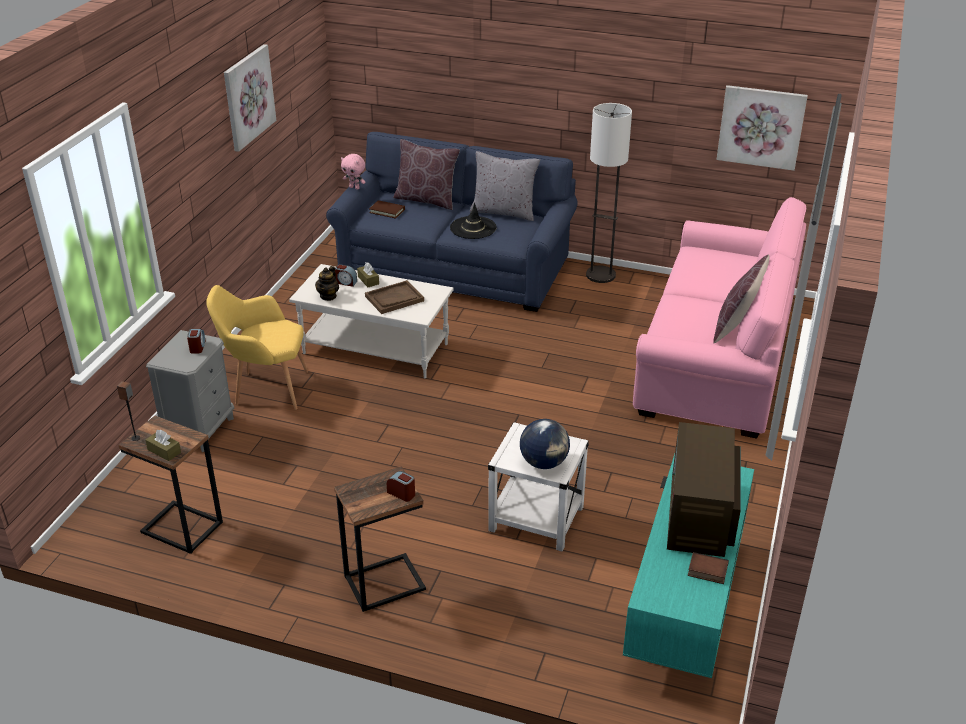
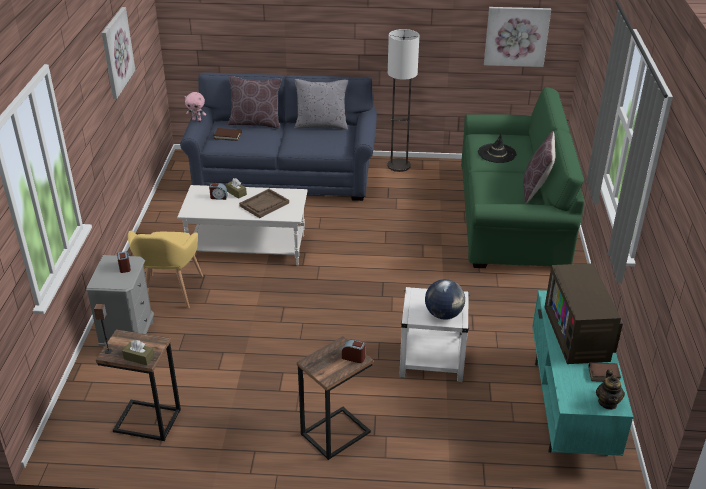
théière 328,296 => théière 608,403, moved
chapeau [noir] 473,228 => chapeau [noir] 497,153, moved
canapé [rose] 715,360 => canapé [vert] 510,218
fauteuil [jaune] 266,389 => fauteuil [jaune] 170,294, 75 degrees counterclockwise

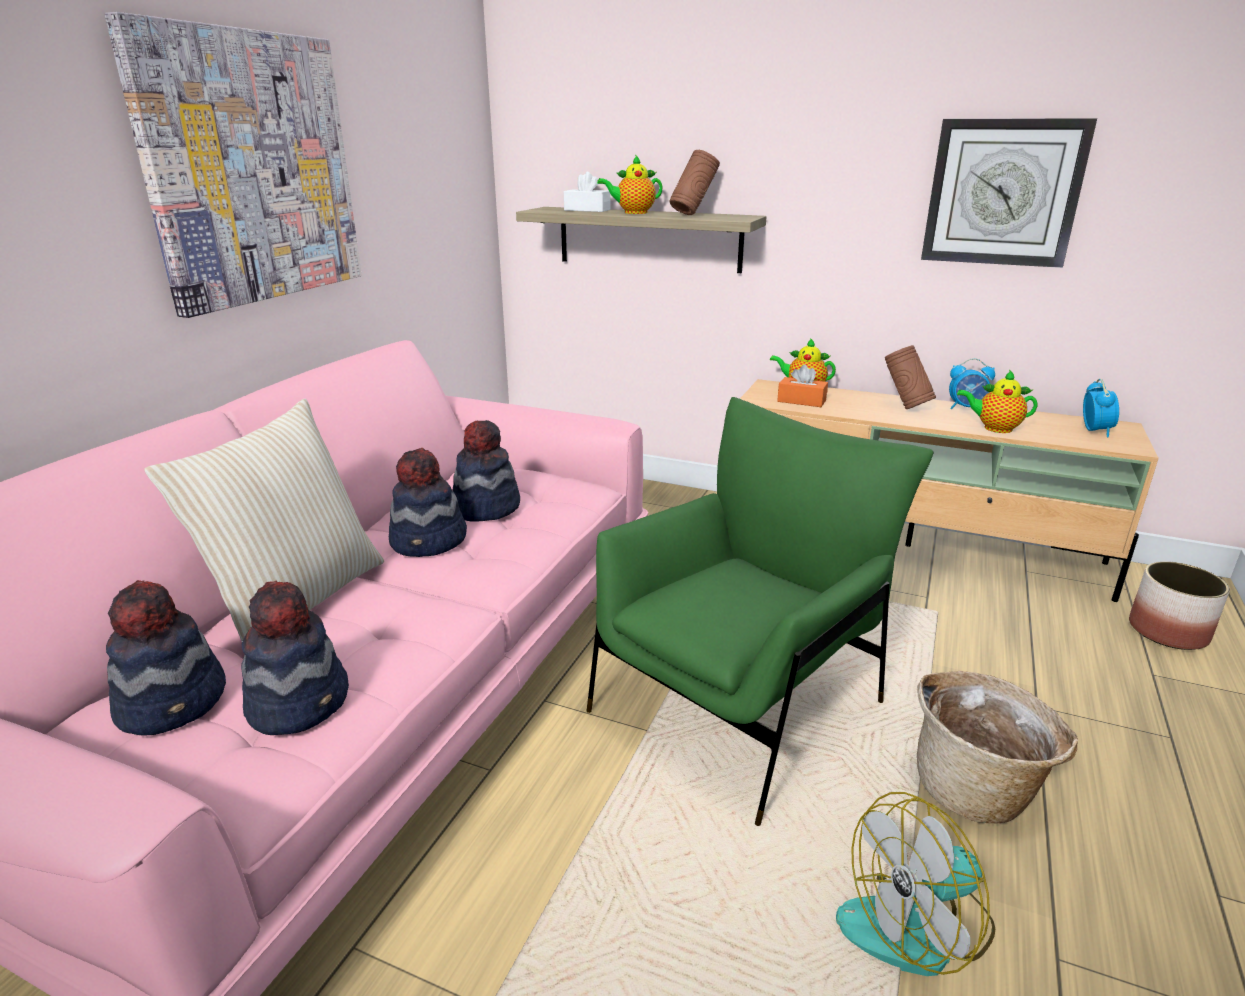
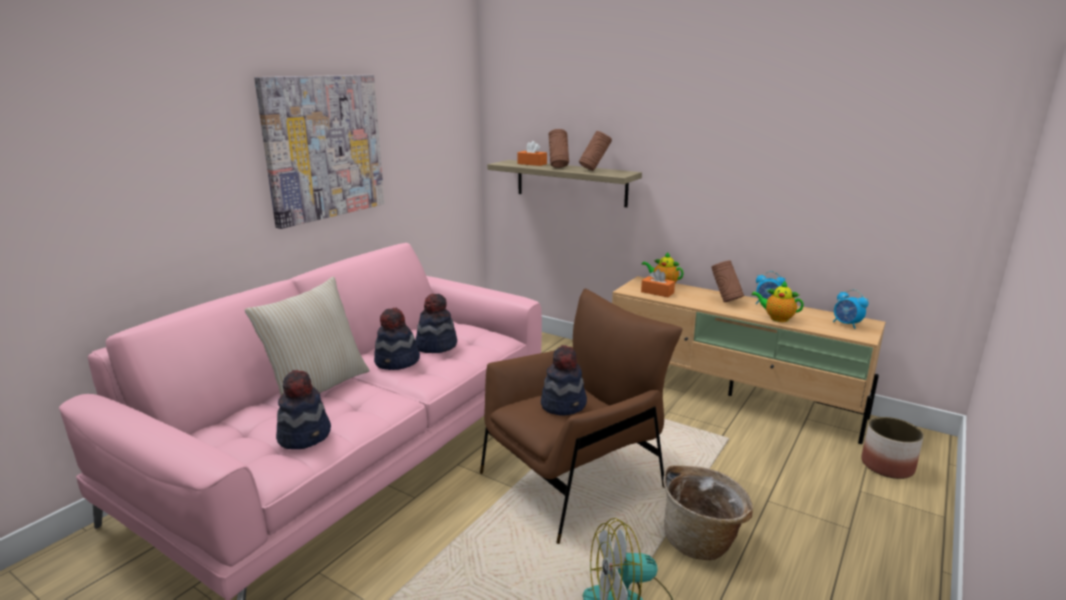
horloge murale 1003,193 => nothing
chapeau 174,702 => chapeau 564,404, moved
théière 633,212 => vase [marron] 558,167
boîte à mouchoirs [blanc] 587,210 => boîte à mouchoirs [orange] 532,164
fauteuil [vert] 738,705 => fauteuil [marron] 573,479
réveil 1094,431 => réveil 846,324, 120 degrees clockwise

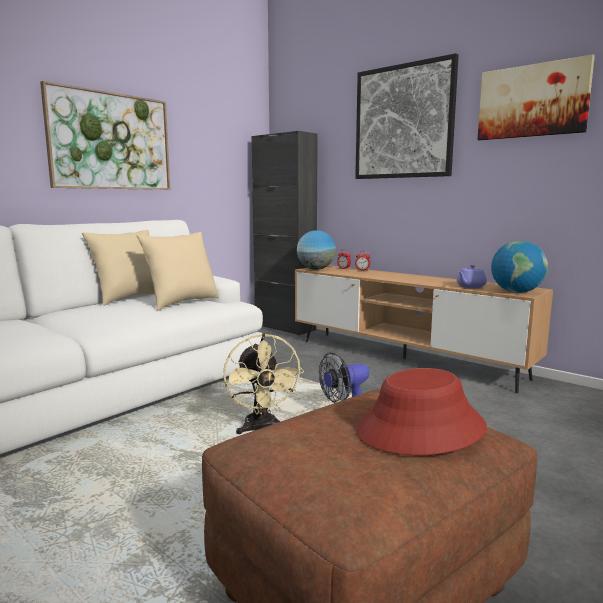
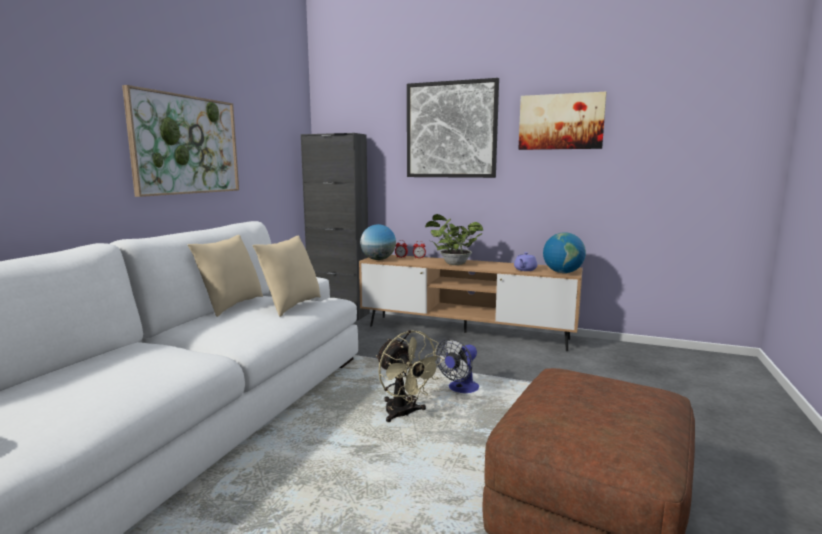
chapeau [rouge] 421,429 => nothing
nothing => plante en pot 453,263

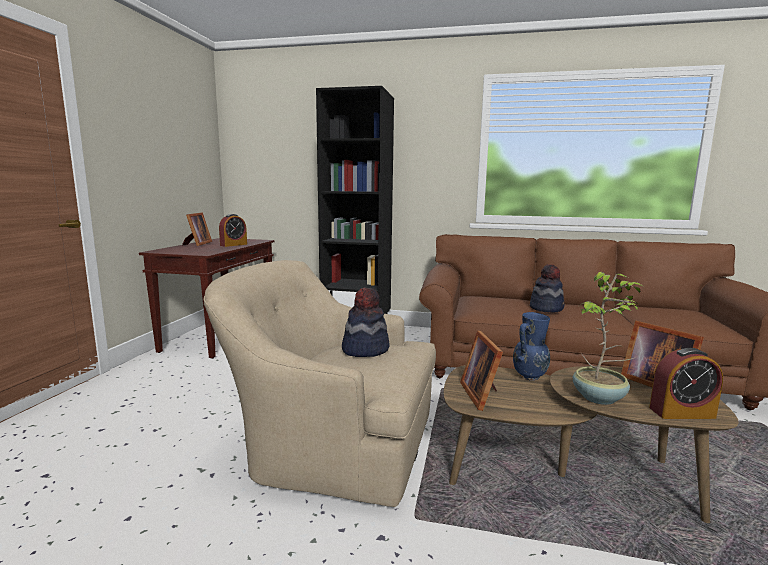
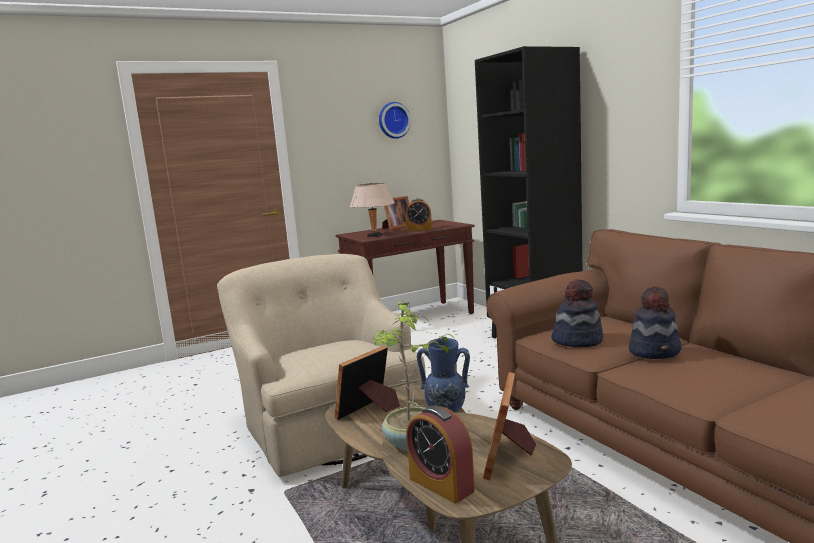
nothing => lampe de table [beige] 375,235
nothing => horloge murale 393,120
chapeau 365,349 => chapeau 577,340, moved

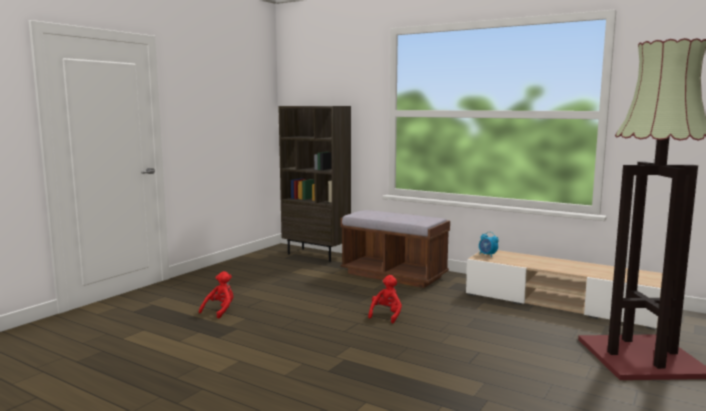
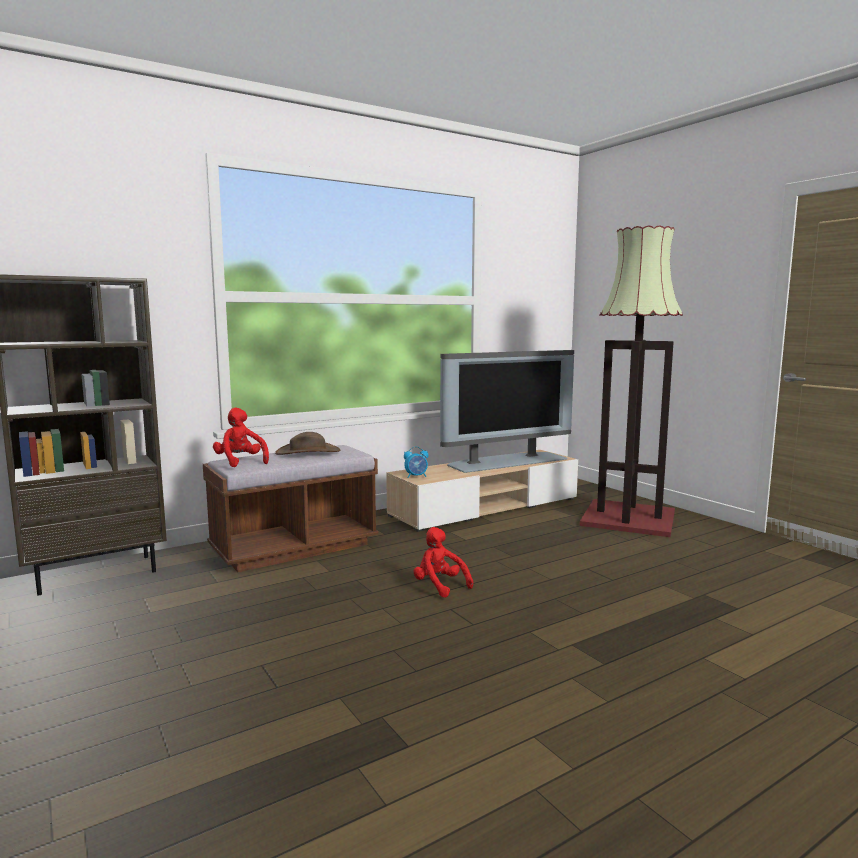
nothing => chapeau [marron] 308,452
nothing => téléviseur 506,461
peluche [rouge] 220,310 => peluche [rouge] 240,462, moved

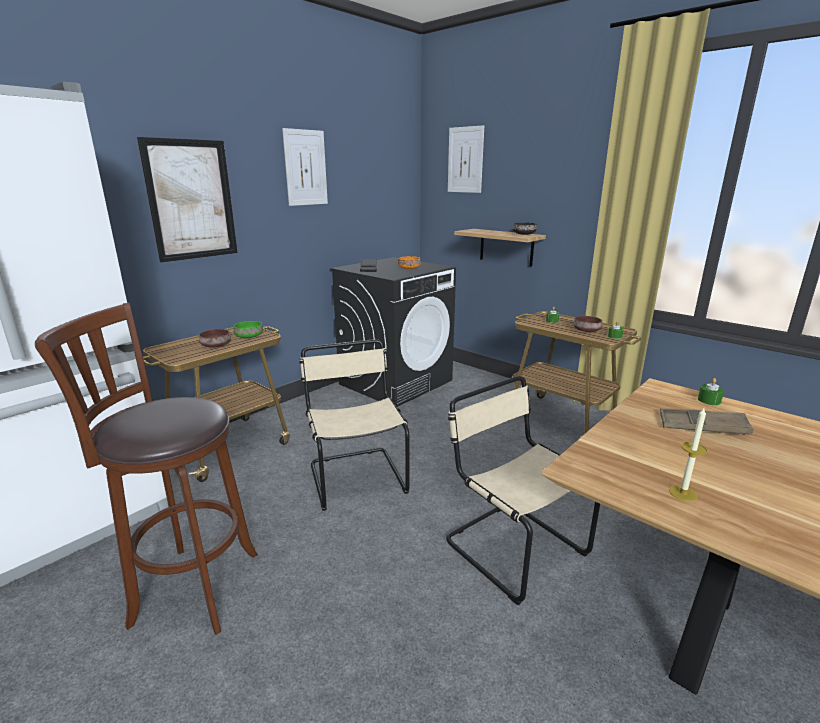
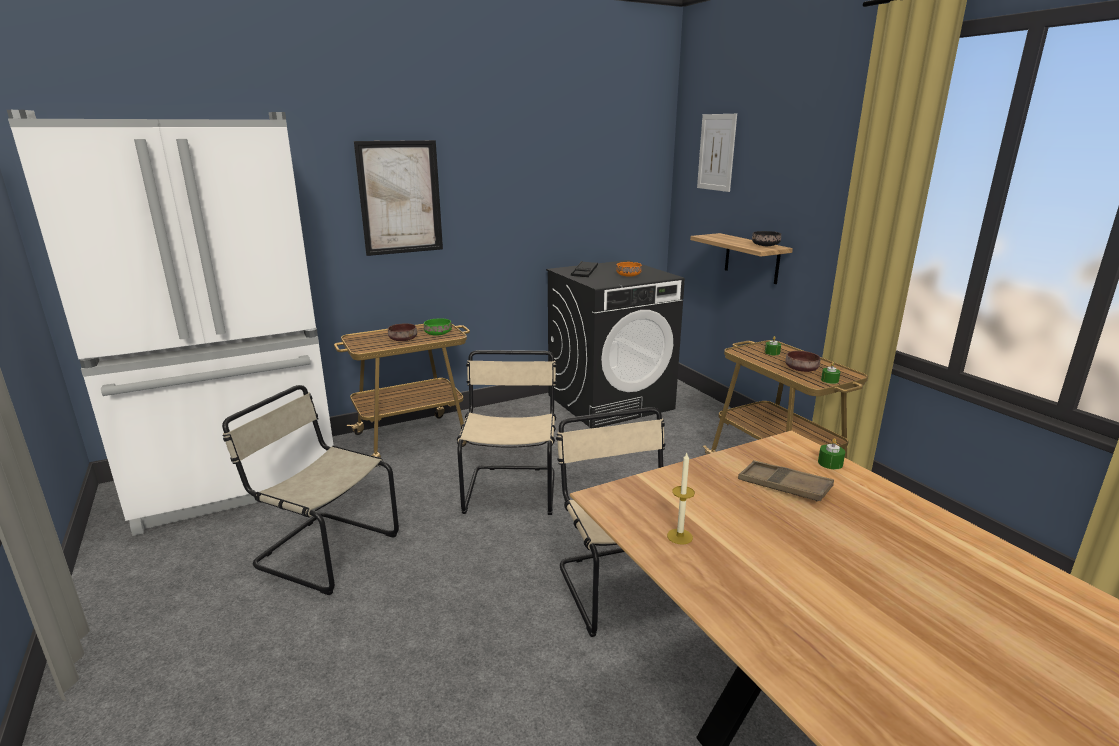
tableau 305,168 => nothing
tabouret [marron] 189,587 => chaise [beige] 323,550

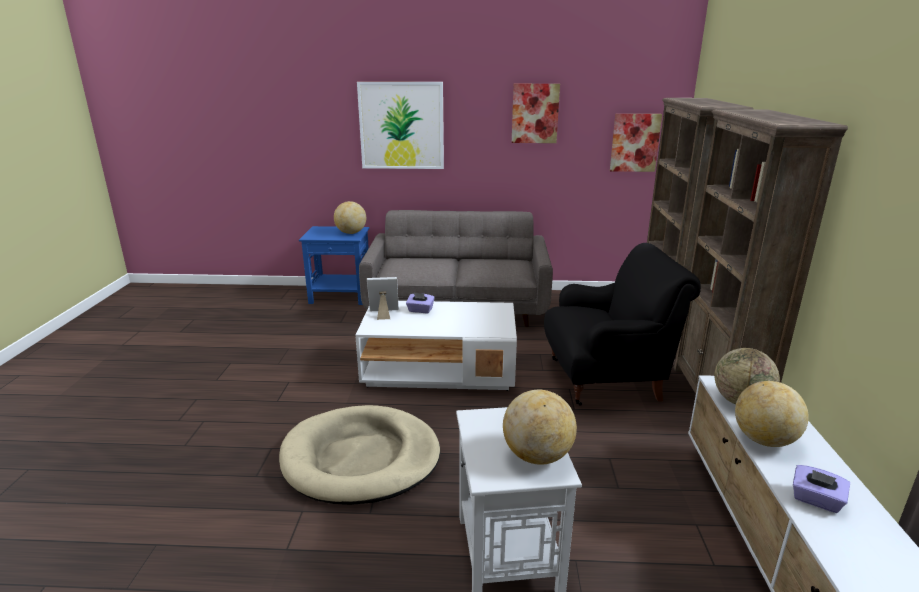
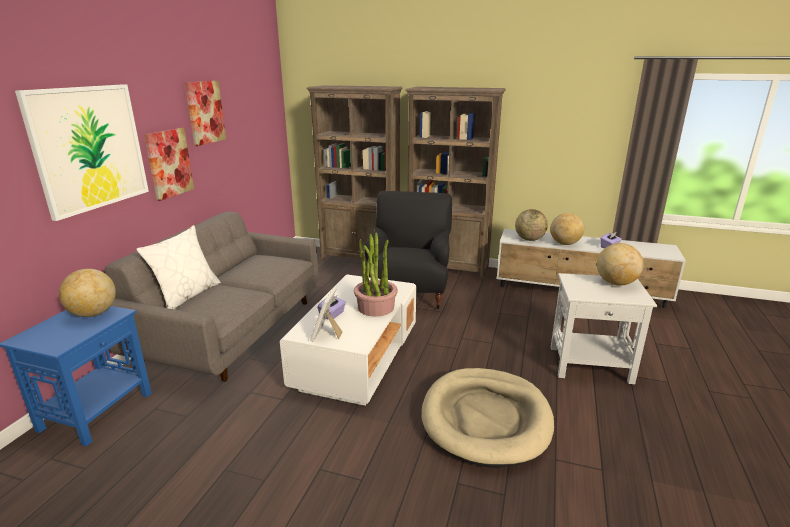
nothing => coussin [blanc] 187,295
nothing => plante en pot 375,308
tableau 635,142 => tableau 169,163, moved

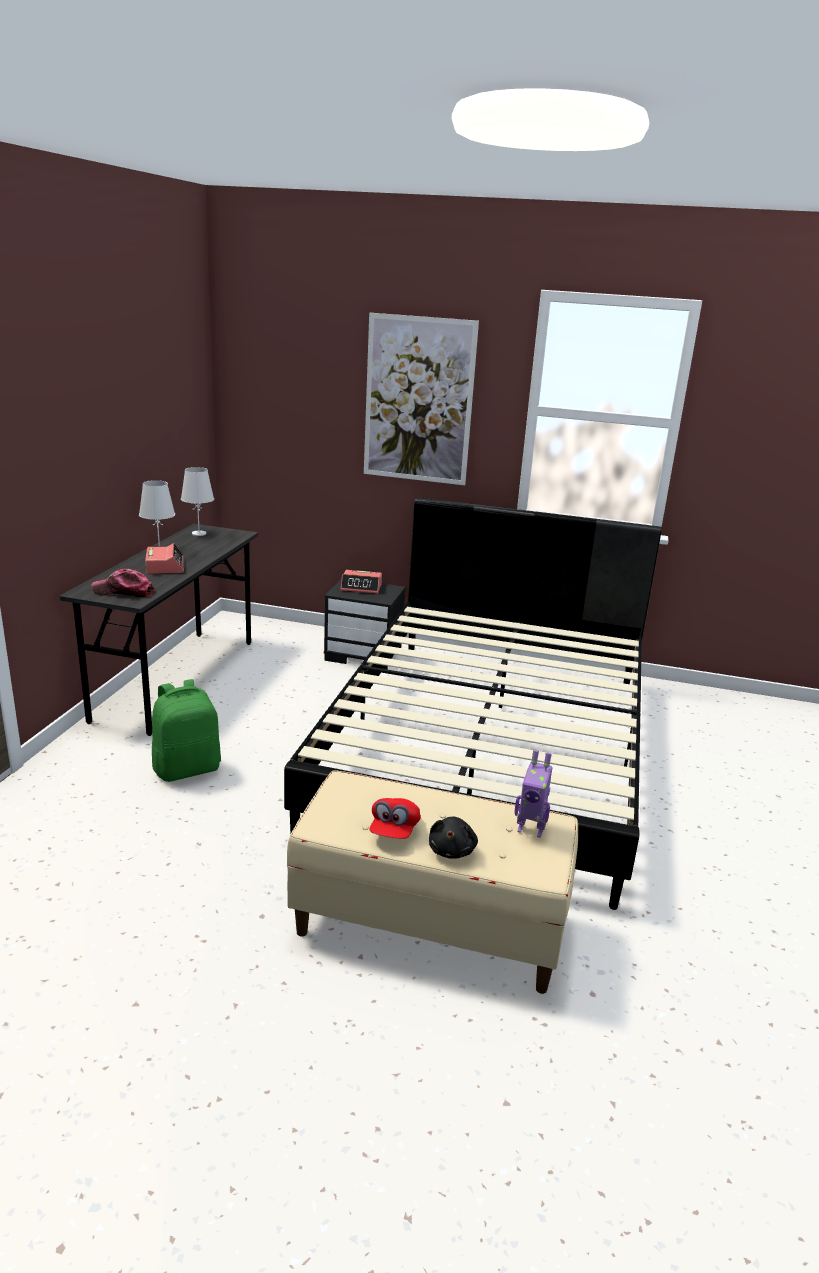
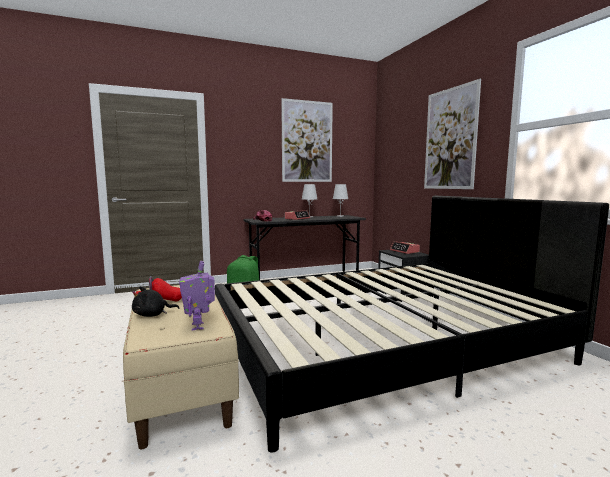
nothing => tableau 307,141

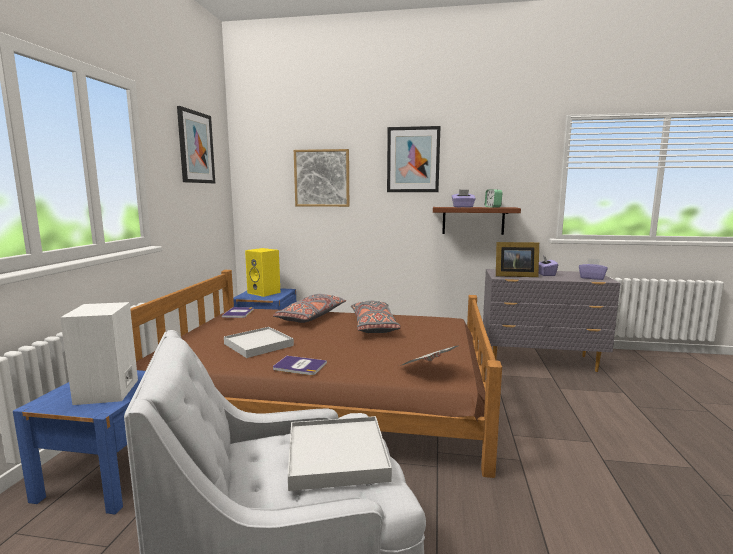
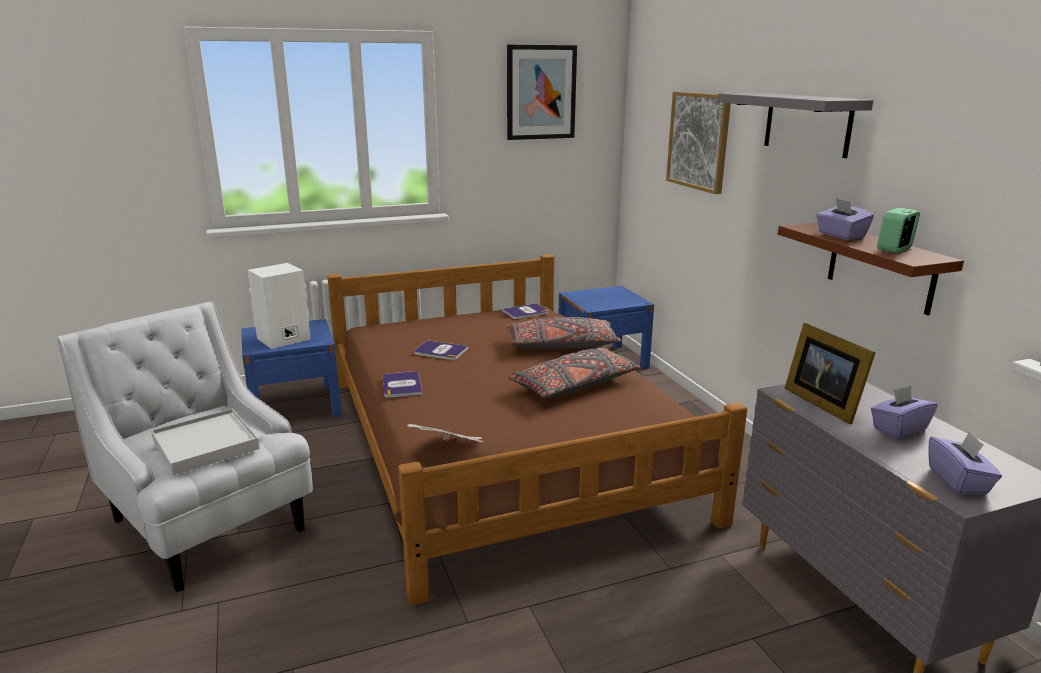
enceinte [jaune] 265,292 => nothing
plateau [blanc] 258,345 => livre 440,351
tableau 413,160 => étagère [gris] 807,124

